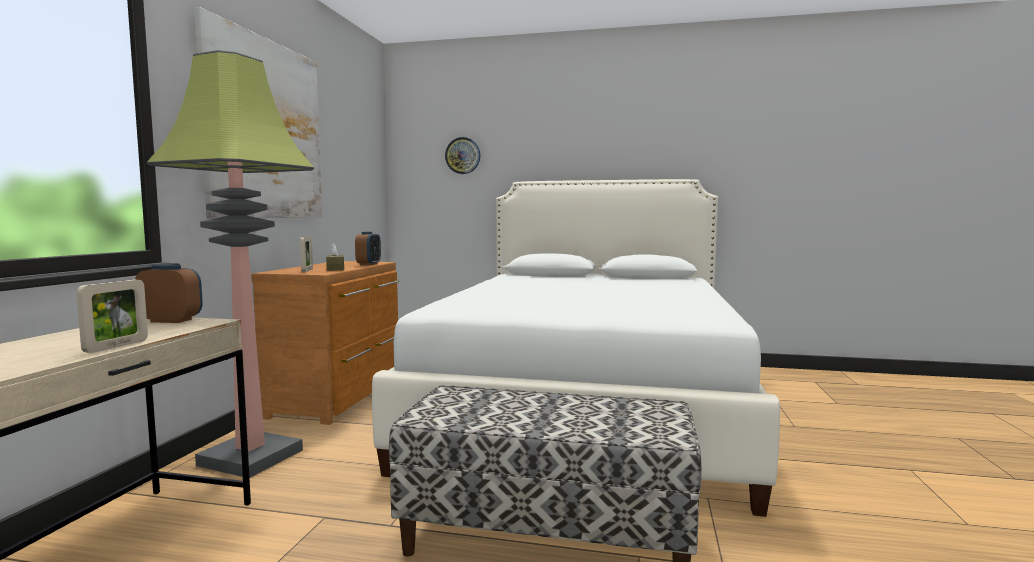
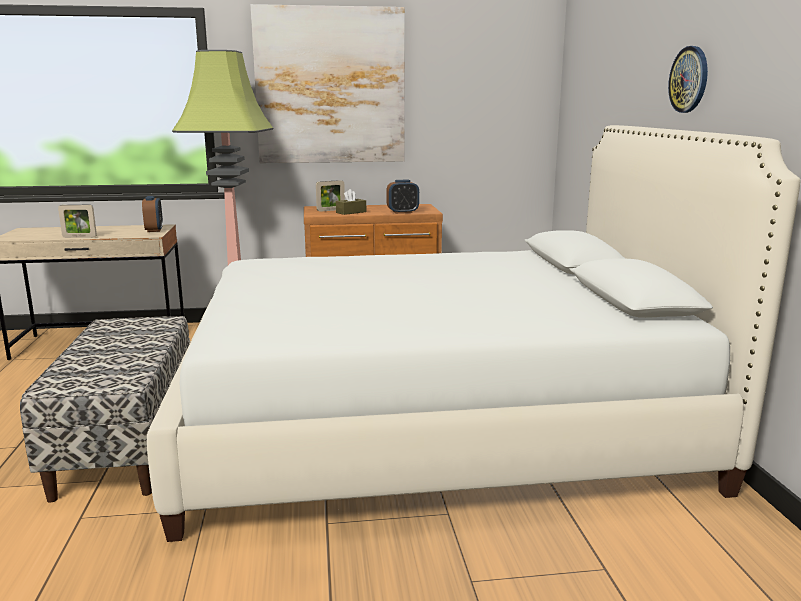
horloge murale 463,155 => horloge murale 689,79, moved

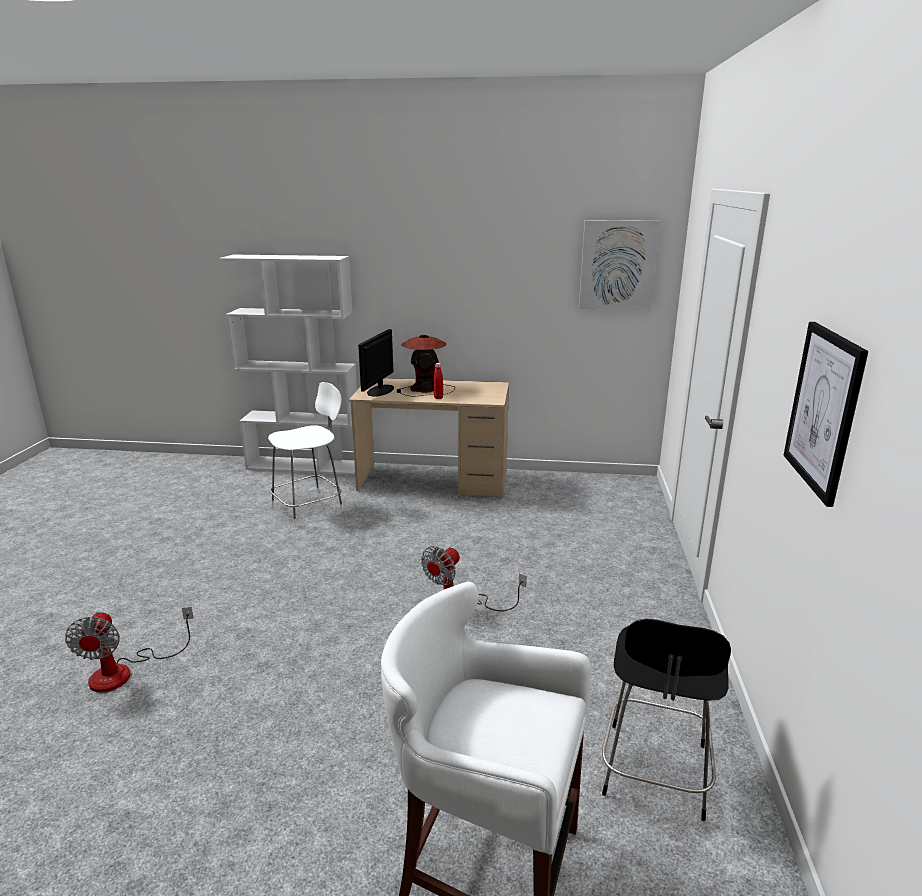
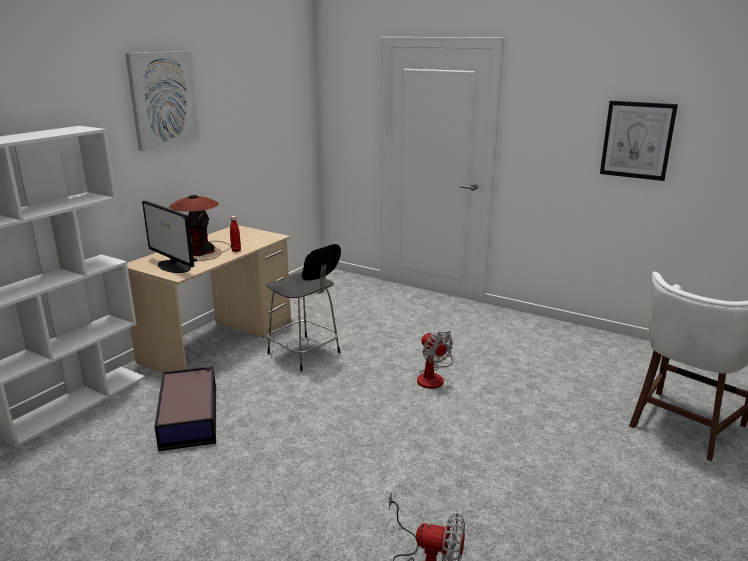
tableau 618,265 => tableau 163,99, moved
chaise [noir] 654,773 => chaise [noir] 305,354, moved
chaise [blanc] 310,508 => boîte de rangement 190,416

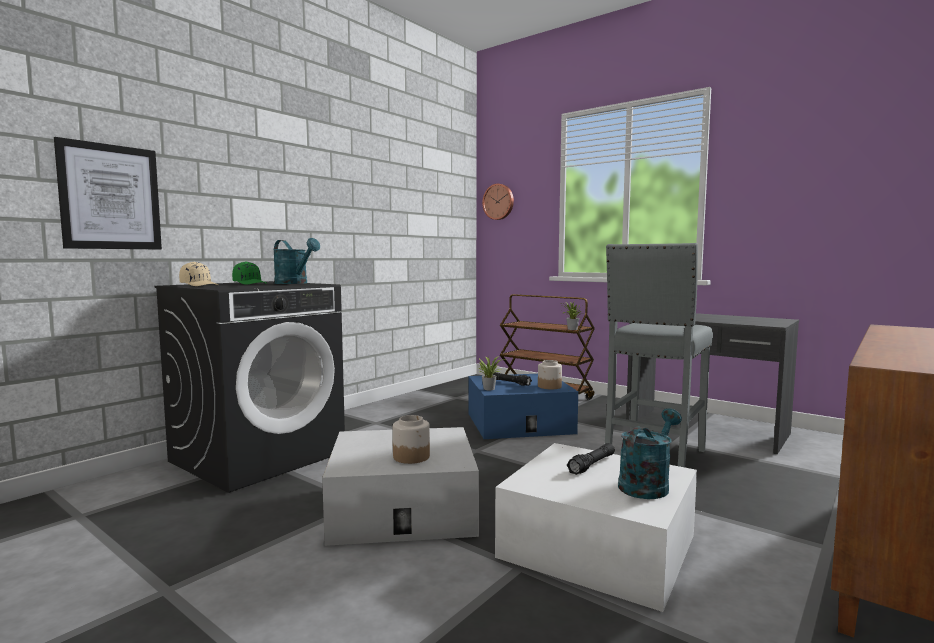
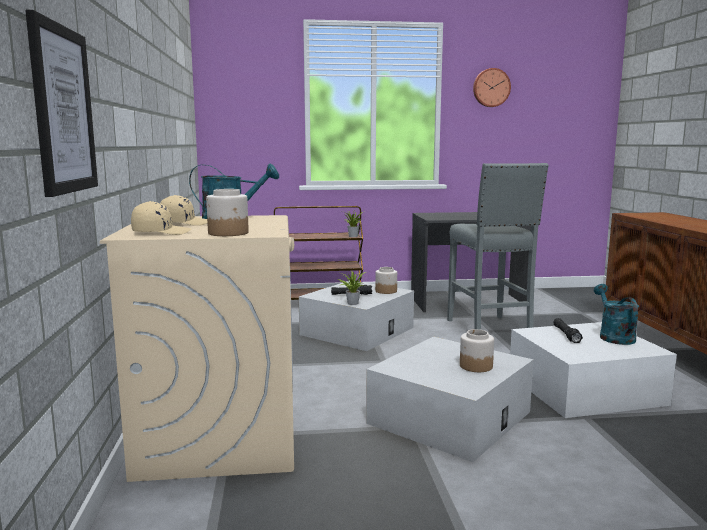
nothing => bocal 229,233
horloge murale 499,202 => horloge murale 491,88, moved
lave-linge [noir] 259,456 => lave-linge [beige] 219,434
casquette [vert] 250,283 => casquette [beige] 184,223
boîte de rangement [bleu] 519,423 => boîte de rangement [blanc] 357,331

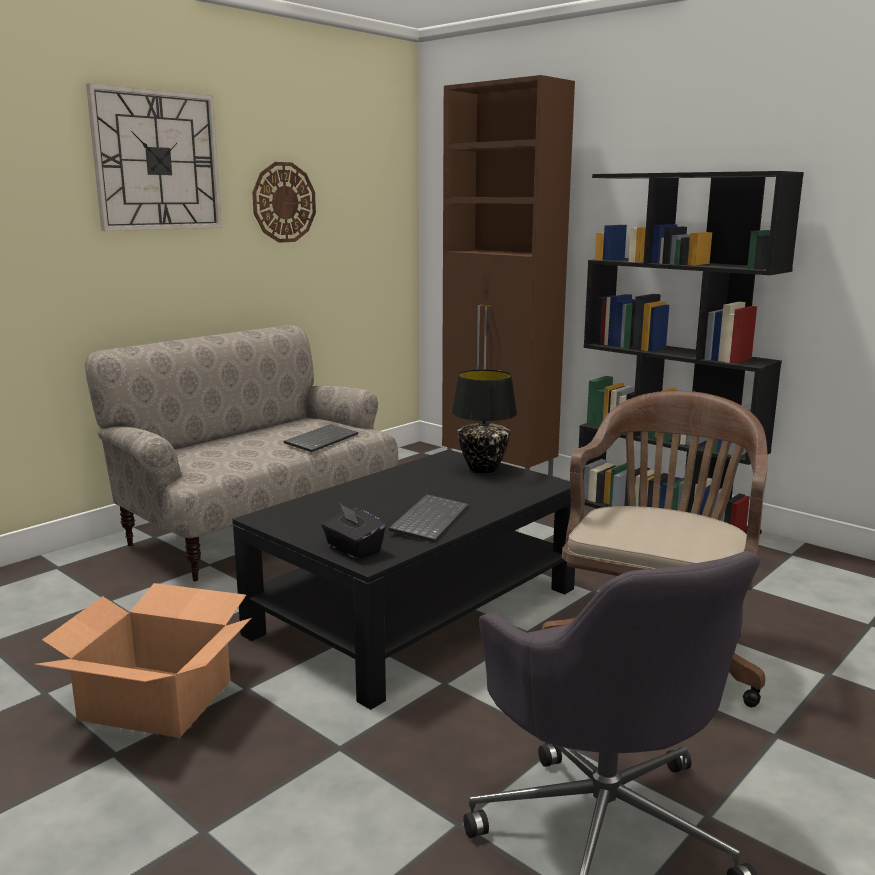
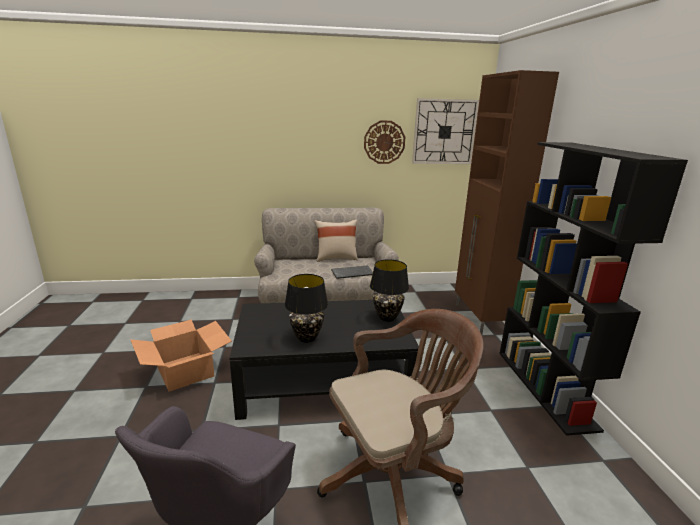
boîte à mouchoirs [noir] 353,549 => nothing
nothing => coussin [beige] 336,258
horloge murale 157,161 => horloge murale 444,132, moved
clavier 428,519 => lampe de table [noir] 307,338

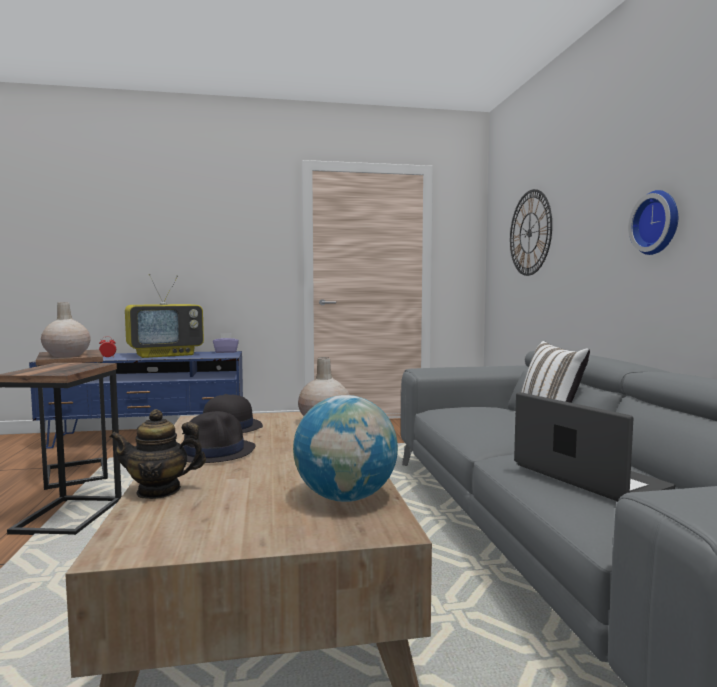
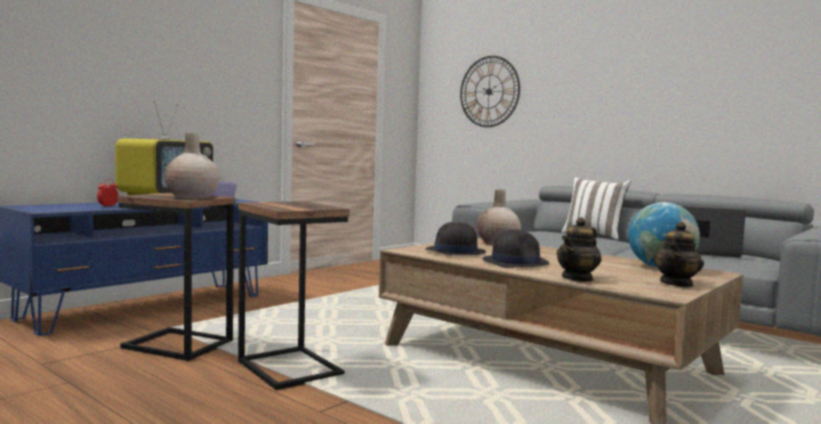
horloge murale 658,223 => nothing
nothing => théière 677,284

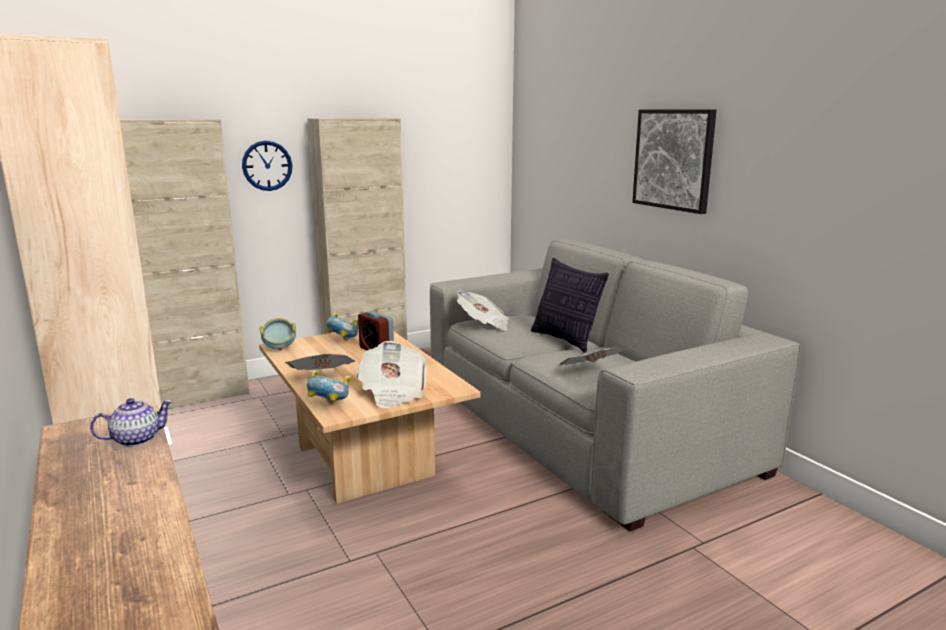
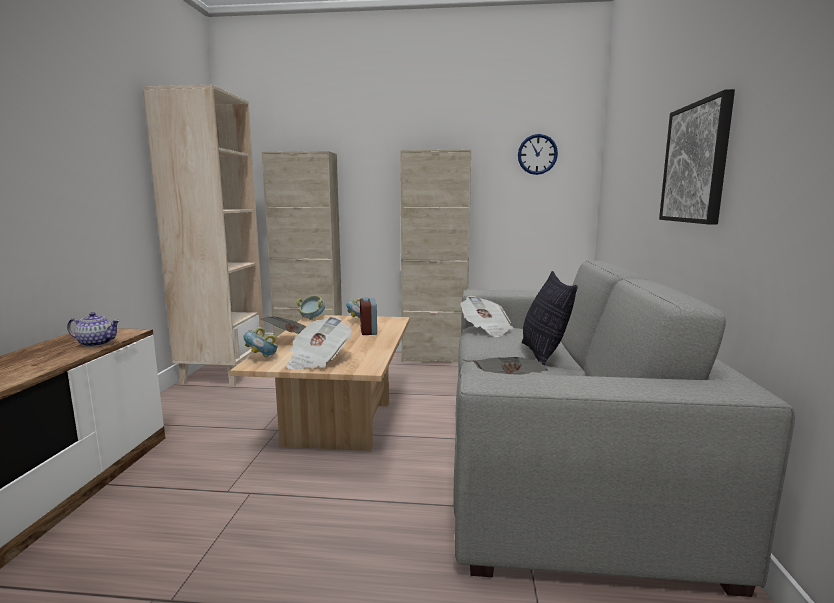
horloge murale 267,165 => horloge murale 537,154, moved

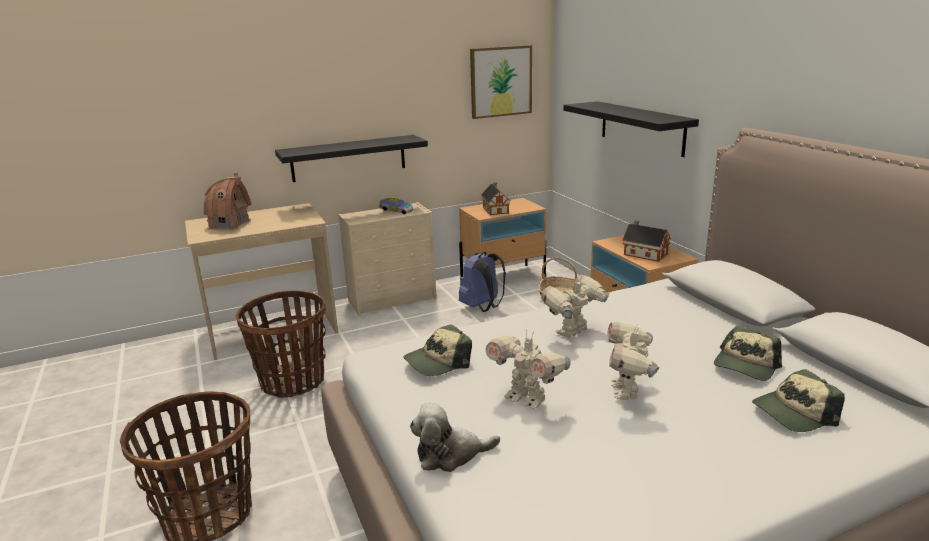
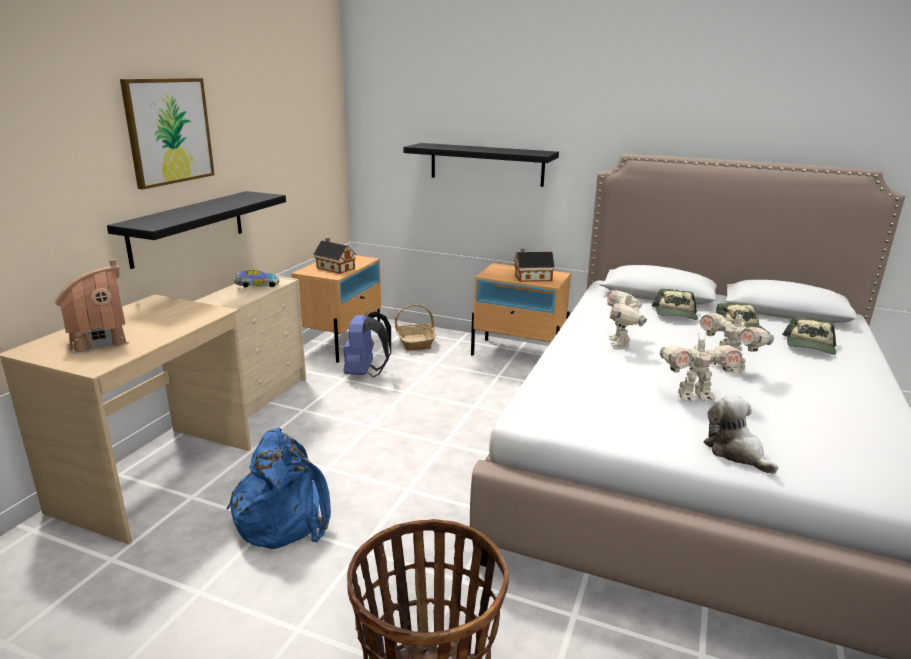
casquette 438,362 => casquette 675,314, moved
tableau 501,81 => tableau 169,131, moved
panier 292,381 => sac à dos [bleu] 284,517
peluche 450,454 => peluche 736,452, 120 degrees clockwise

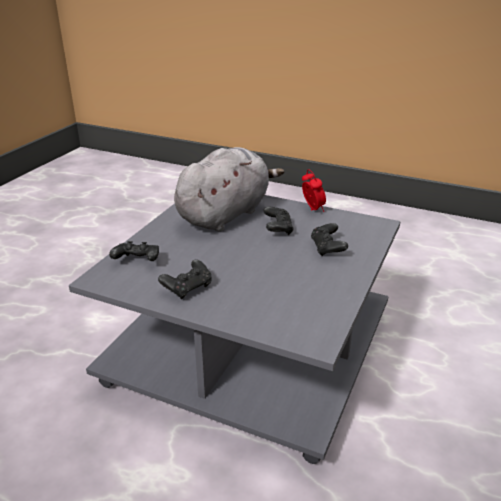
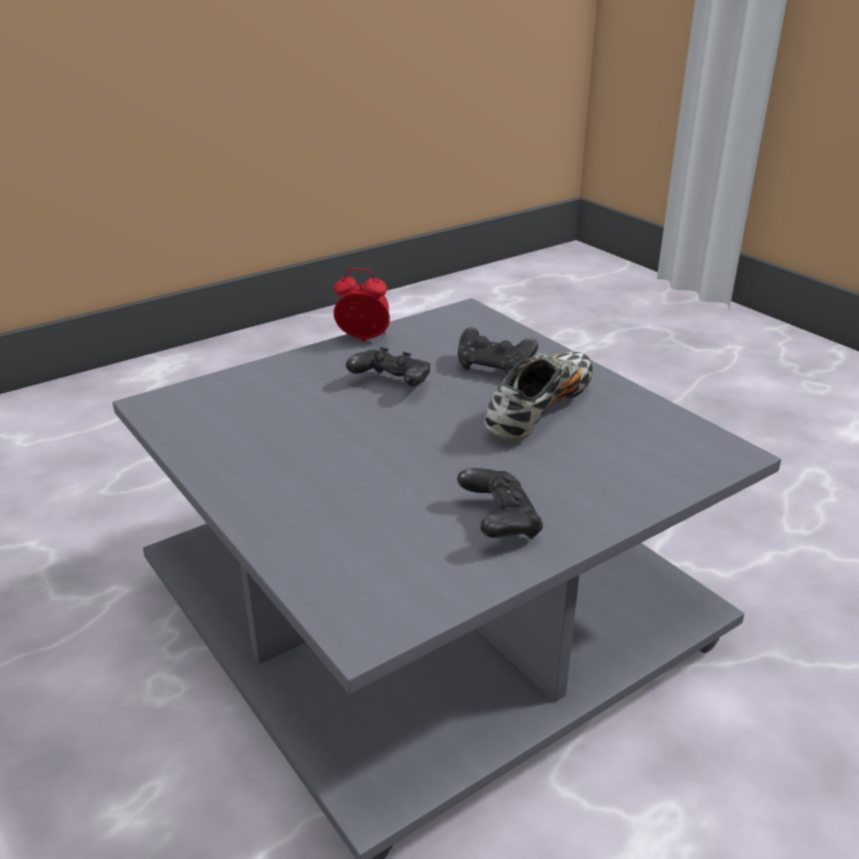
manette [noir] 137,261 => nothing
peluche [gris] 226,214 => nothing
nothing => chaussure 539,411

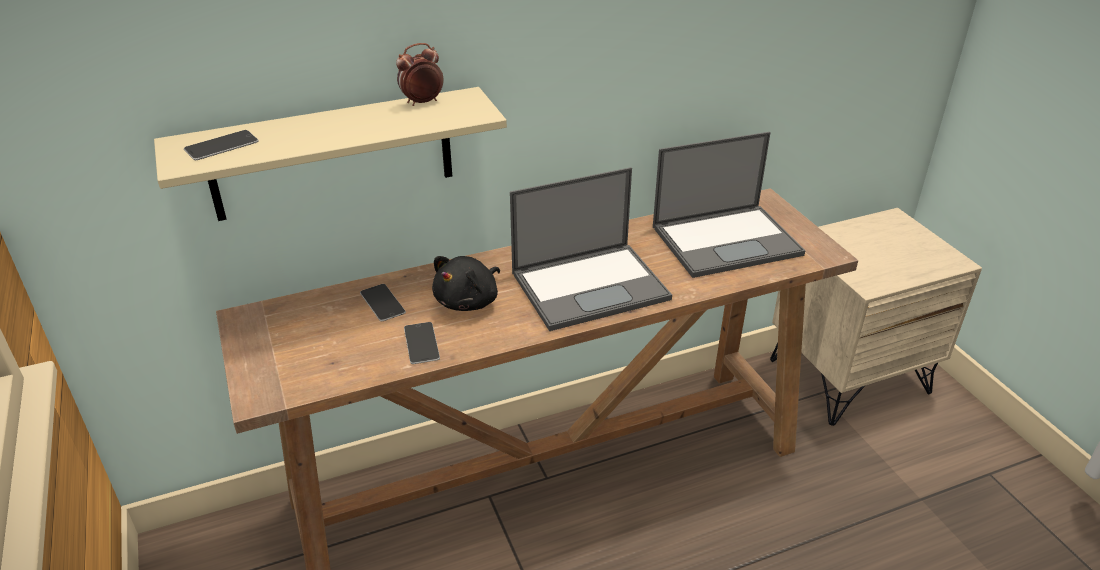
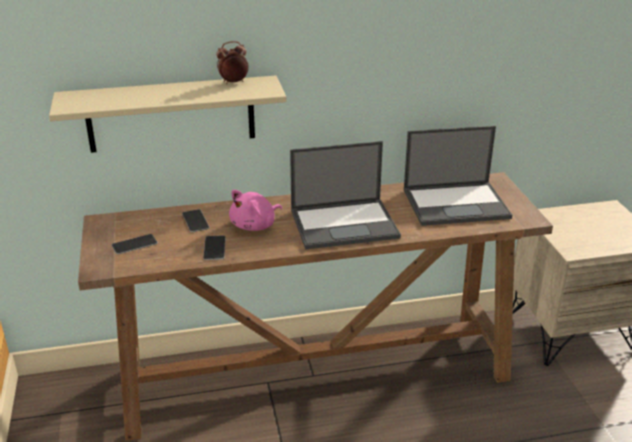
téléphone 221,145 => téléphone 134,244, moved
peluche [noir] 469,301 => peluche [rose] 255,225

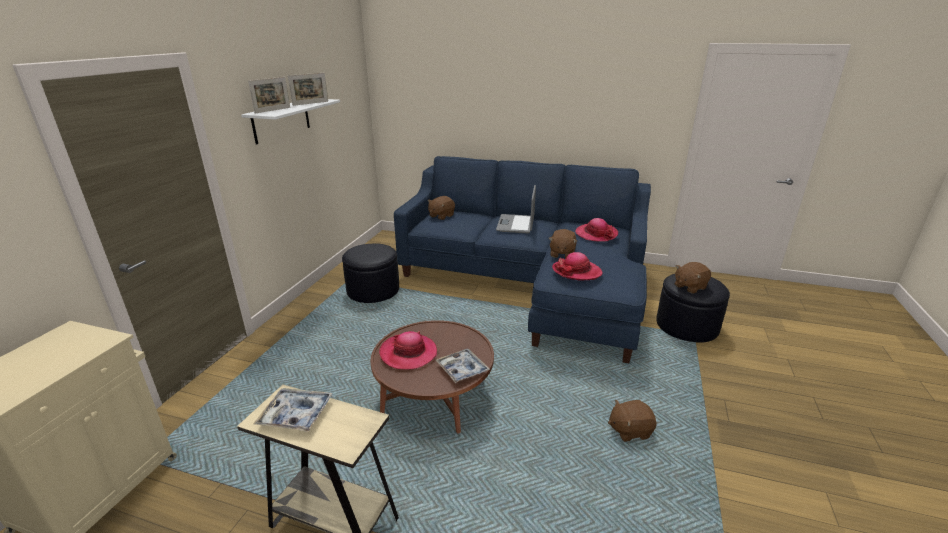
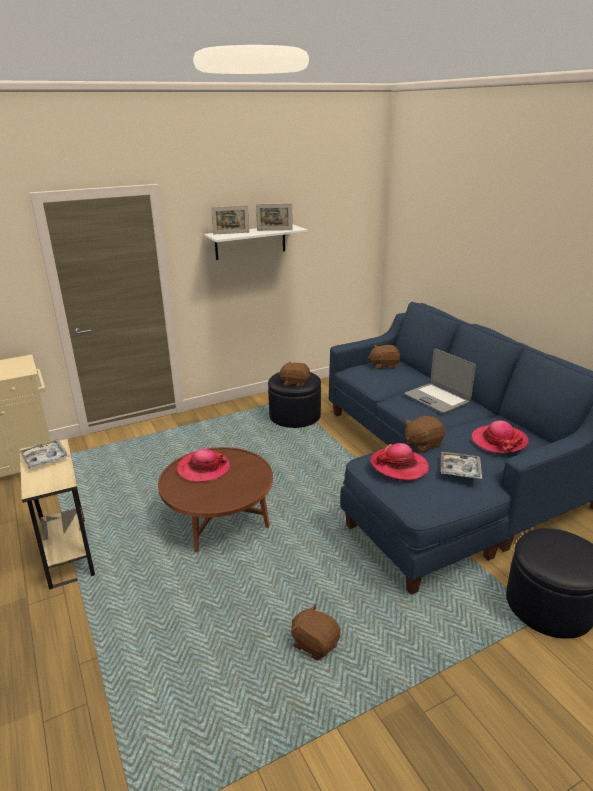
plateau 462,369 => plateau 460,470, moved
peluche [marron] 689,286 => peluche [marron] 295,383, moved
ordinateur portable 516,224 => ordinateur portable 437,398, 90 degrees counterclockwise

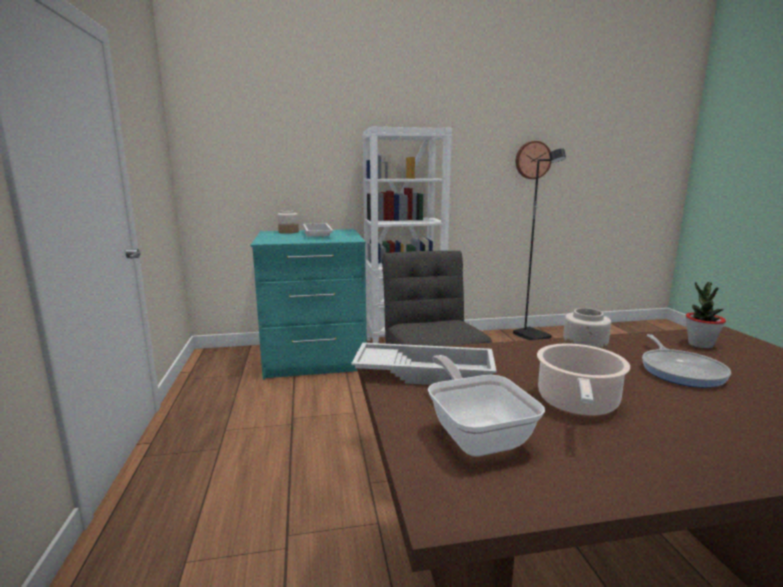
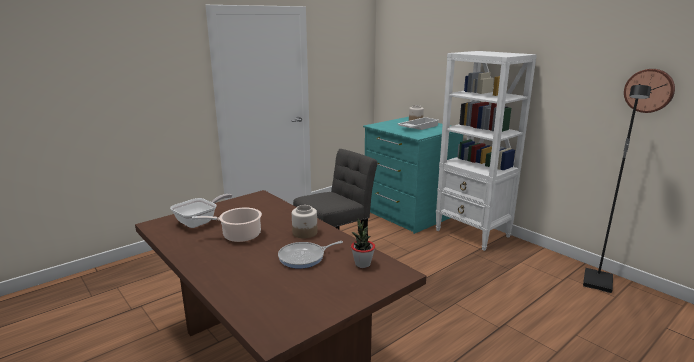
plateau [blanc] 425,372 => nothing

